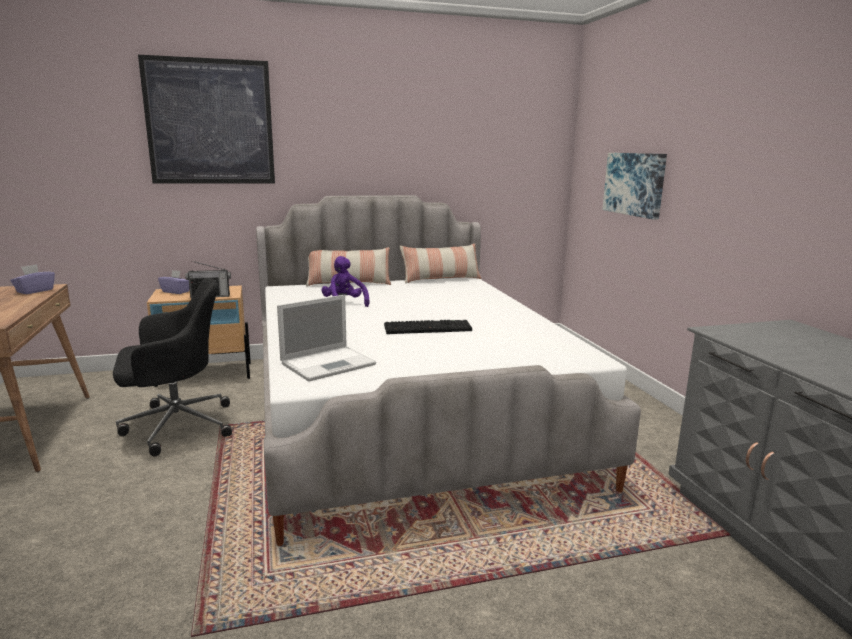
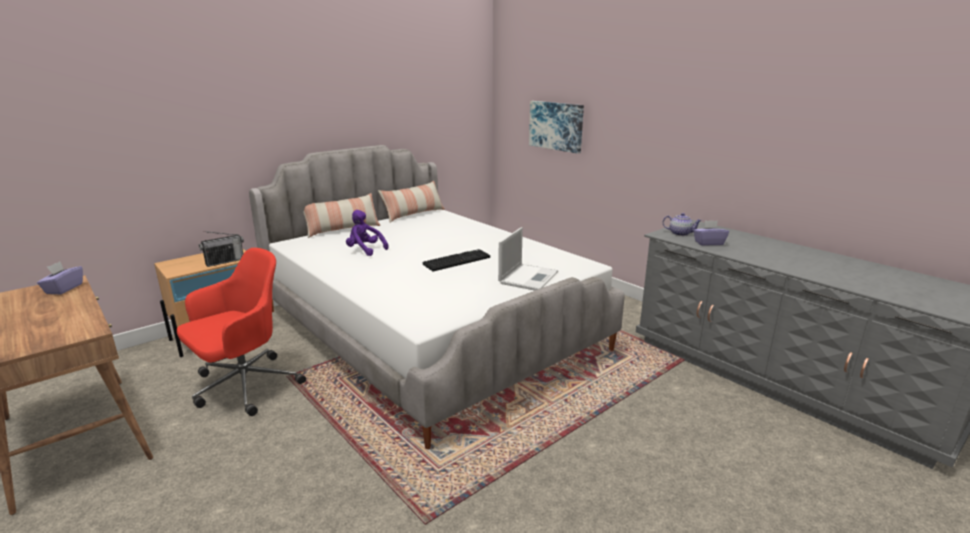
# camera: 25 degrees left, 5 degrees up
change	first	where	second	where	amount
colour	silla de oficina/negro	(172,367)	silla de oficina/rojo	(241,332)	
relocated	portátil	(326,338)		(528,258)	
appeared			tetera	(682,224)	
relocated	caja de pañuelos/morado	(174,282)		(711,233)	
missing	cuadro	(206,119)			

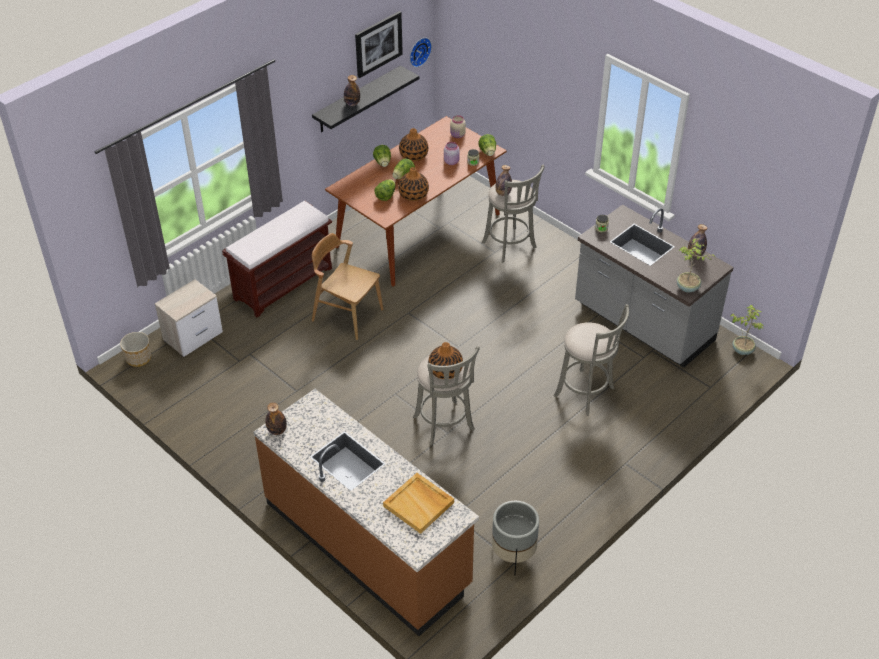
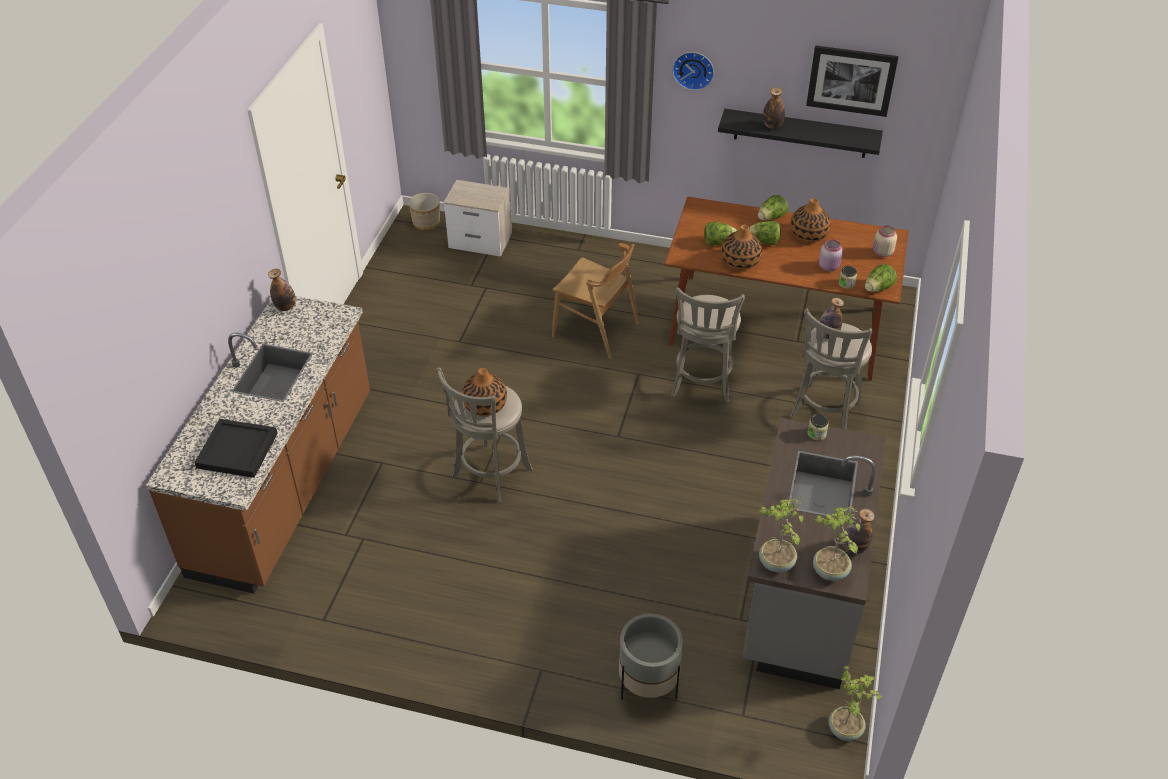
# camera: 60 degrees right, 0 degrees up
change	first	where	second	where	amount
colour	bandeja/beis	(418,503)	bandeja/negro	(236,448)	
spun	silla/marrón	(347,286)		(595,301)	120 degrees clockwise
relocated	maceta/gris	(515,538)		(651,657)	
relocated	taburete/gris	(591,360)		(708,345)	
relocated	reloj de pared	(421,52)		(693,71)	
appeared			planta en maceta	(836,543)	
missing	banco/marrón	(277,259)			

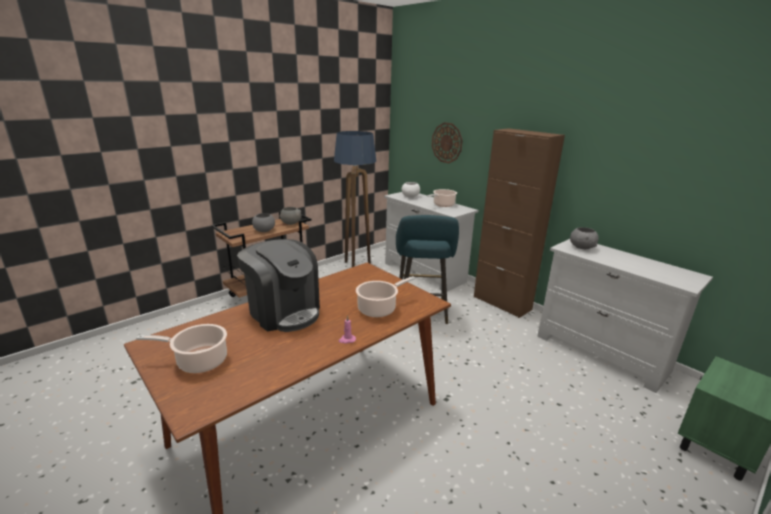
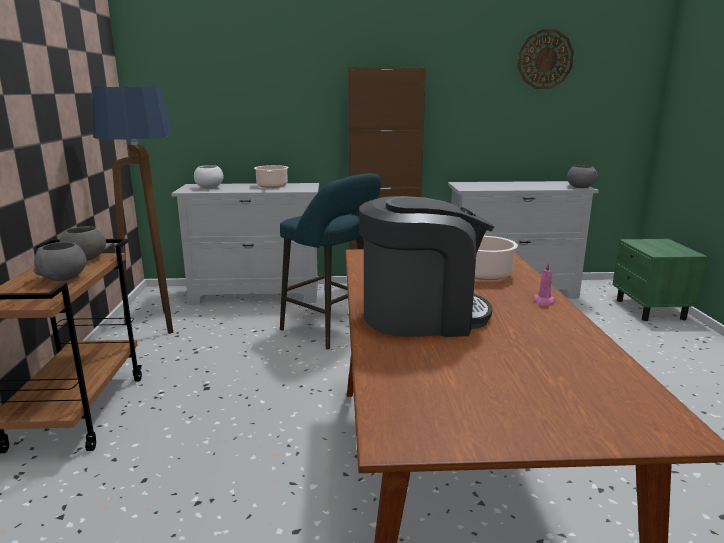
# camera: 50 degrees left, 5 degrees down
change	first	where	second	where	amount
relocated	reloj de pared	(447,142)		(546,59)	
relocated	cuenco/gris	(584,238)		(582,176)	
missing	olla	(181,348)			

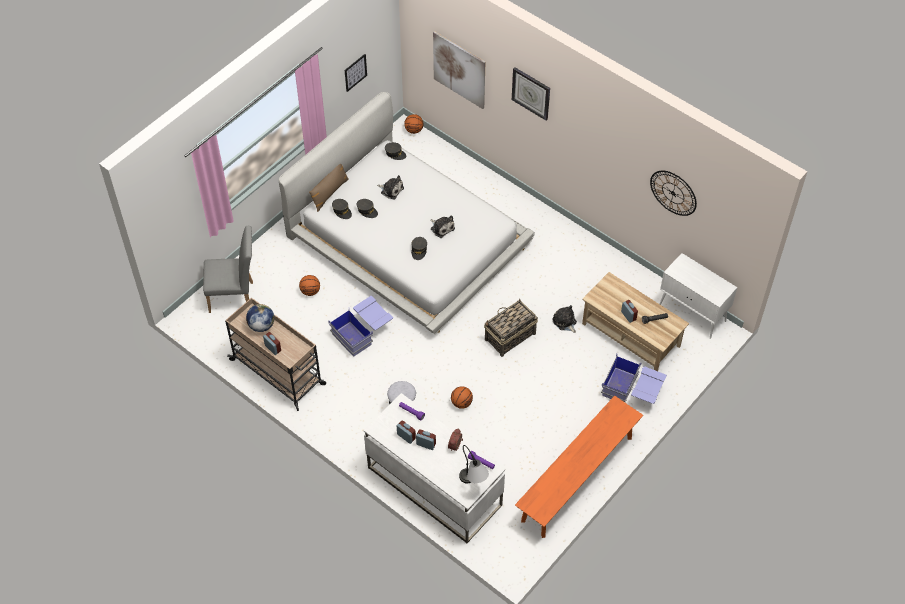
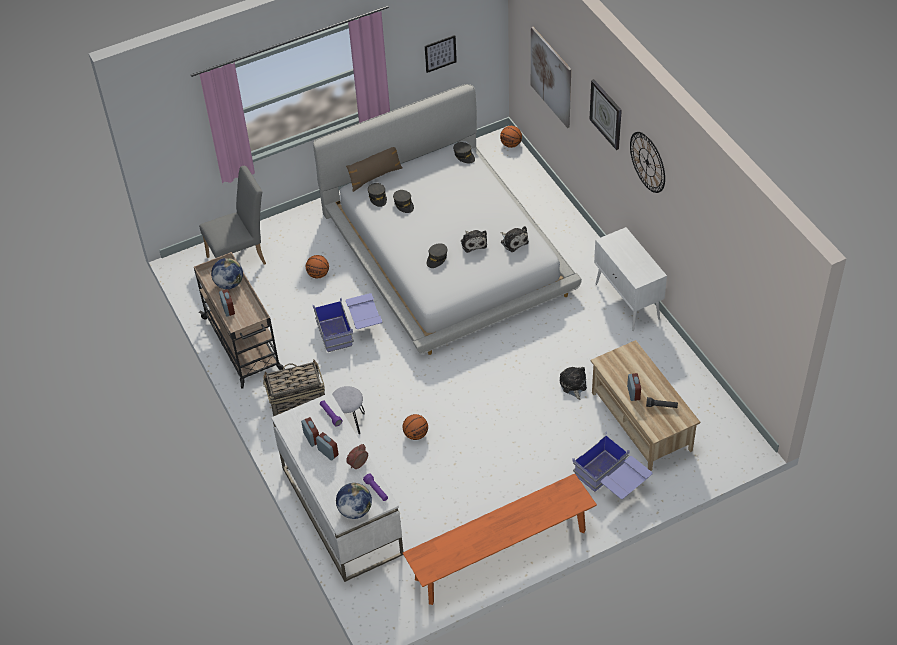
# camera: 25 degrees right, 5 degrees down
change	first	where	second	where	amount
spun	silla/gris	(228,269)		(232,215)	45 degrees counterclockwise
relocated	cesta	(511,328)		(294,388)	
exchanged	lámpara de mesa	(474,464)	globo terráqueo	(354,501)	
relocated	peluche	(390,187)		(514,239)	
relocated	armario/blanco	(698,296)		(630,279)	
relocated	reloj de pared	(673,193)		(647,162)	

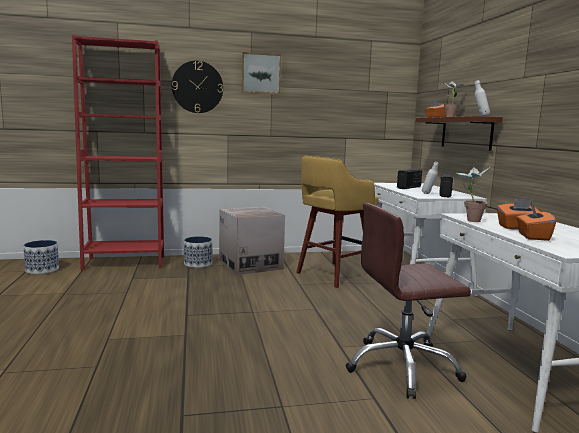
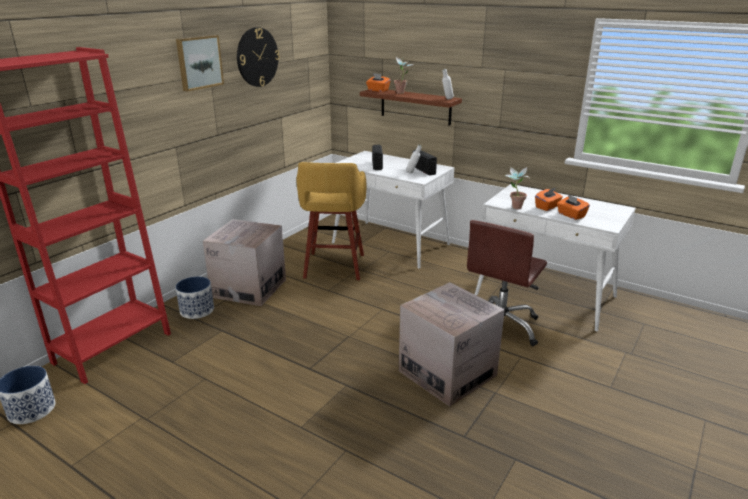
# camera: 45 degrees left, 15 degrees up
change	first	where	second	where	amount
relocated	reloj de pared	(197,87)		(258,57)	
appeared			caja de cartón	(452,344)	

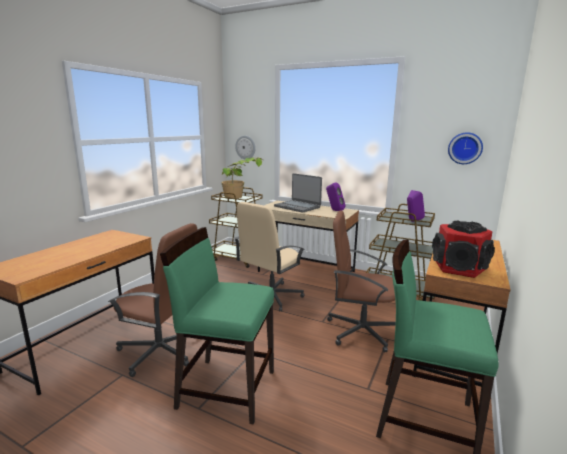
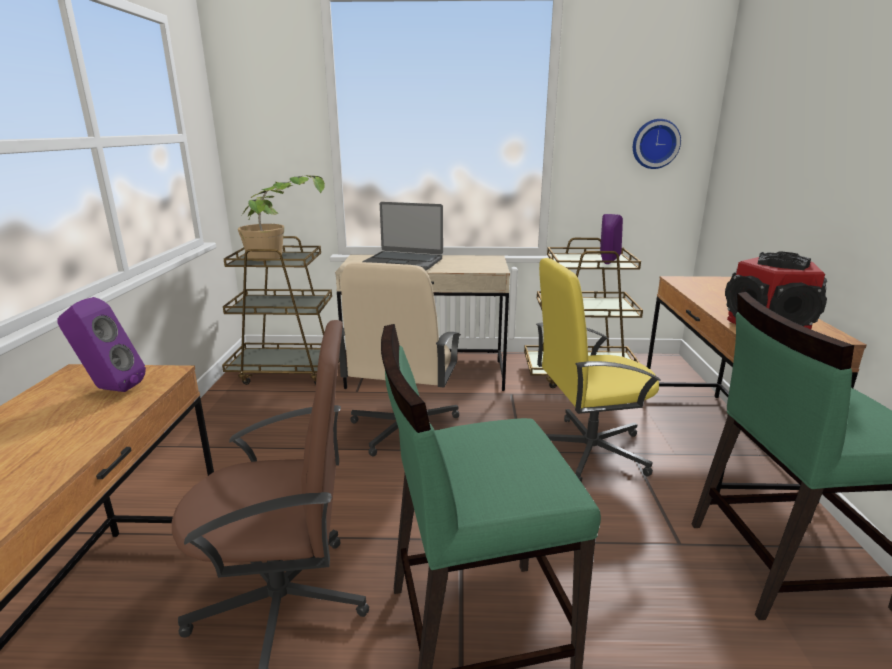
# camera: 25 degrees left, 5 degrees up
change	first	where	second	where	amount
relocated	altavoz/morado	(336,196)		(101,344)	
colour	silla de oficina/marrón	(361,281)	silla de oficina/amarillo	(598,370)	
missing	reloj de pared	(245,147)			

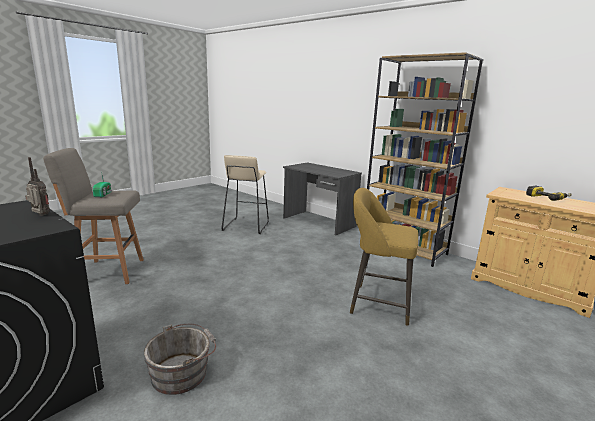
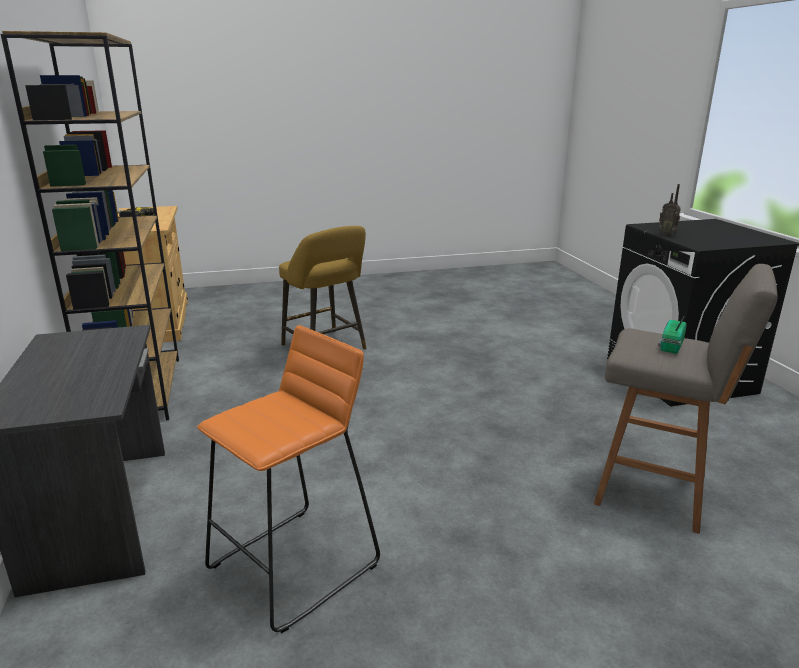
# camera: 145 degrees left, 5 degrees up
change	first	where	second	where	amount
colour	taburete/beis	(245,194)	taburete/naranja	(288,479)	
missing	cubo/gris	(180,359)			

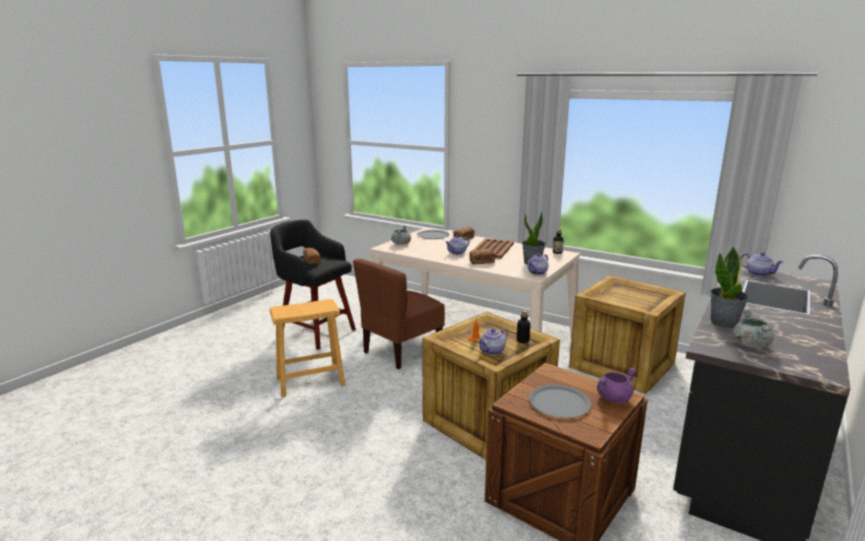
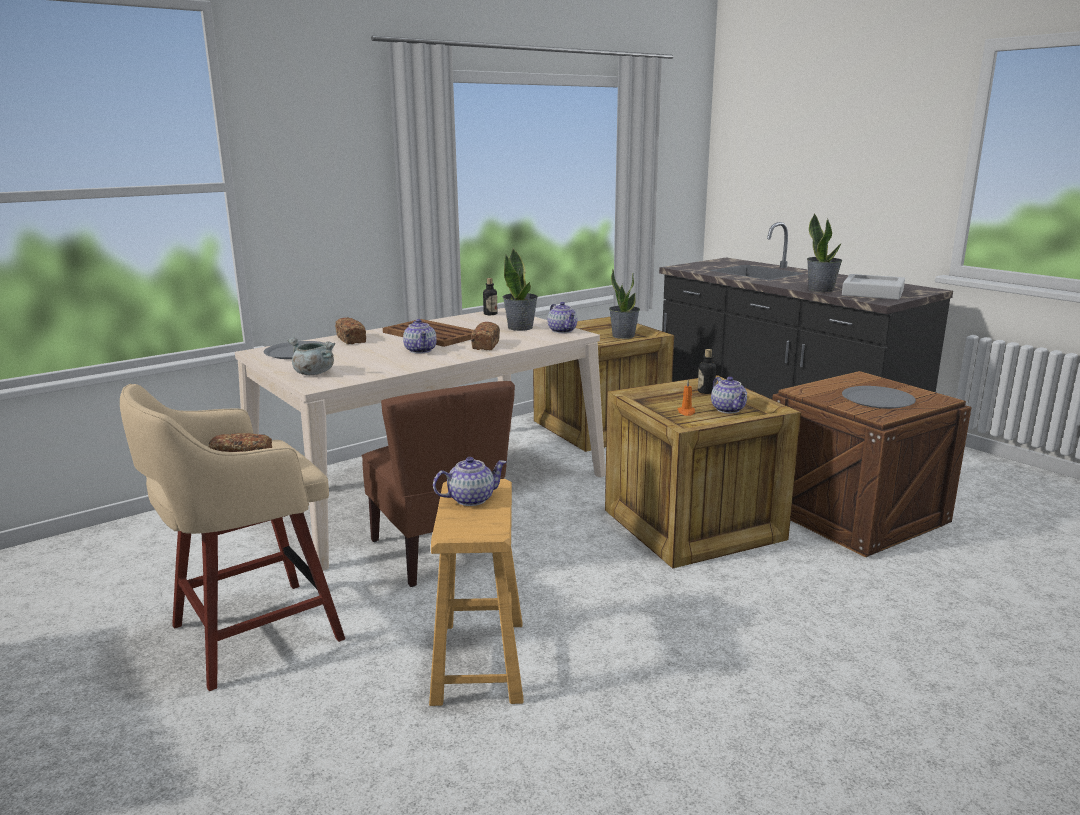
# camera: 70 degrees left, 0 degrees up
change	first	where	second	where	amount
colour	taburete/negro	(313,285)	taburete/beis	(232,537)	
relocated	tetera	(761,264)		(470,481)	
appeared			planta en maceta	(624,304)	
exchanged	olla/gris	(753,328)	bandeja/gris	(873,287)	
missing	olla/morado	(617,385)			

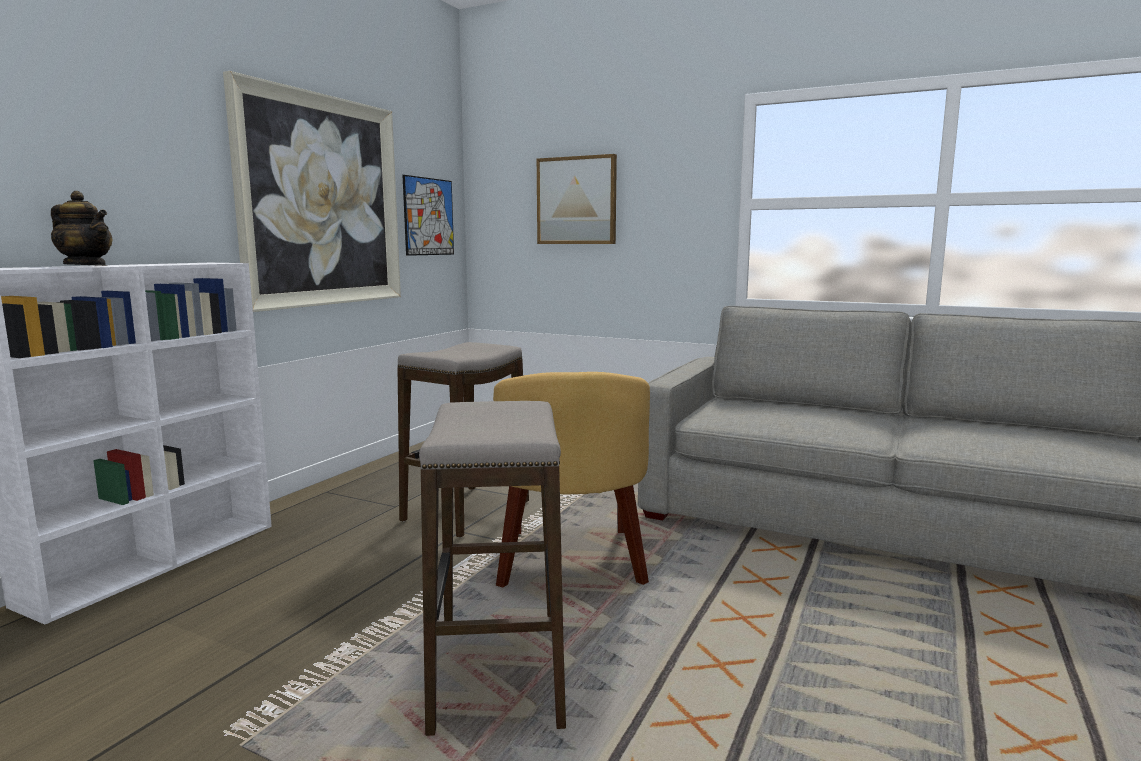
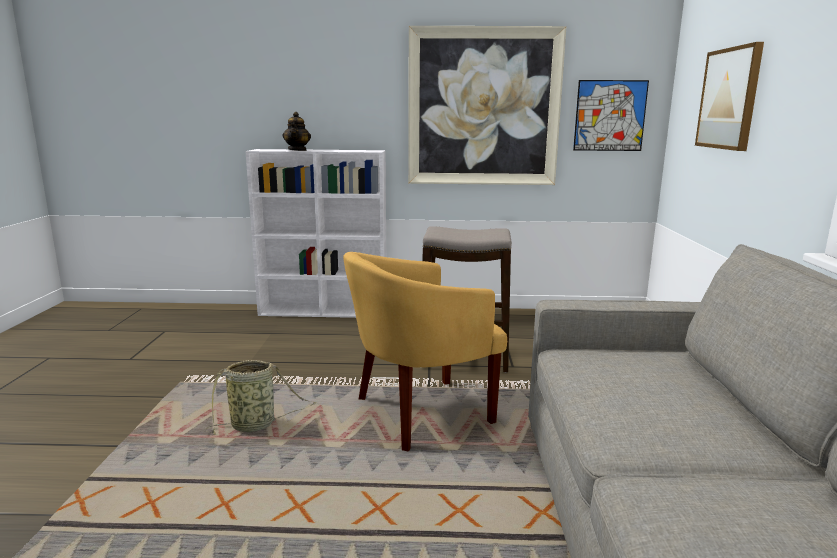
# camera: 65 degrees right, 5 degrees up
change	first	where	second	where	amount
exchanged	taburete	(492,568)	cesta	(261,397)	

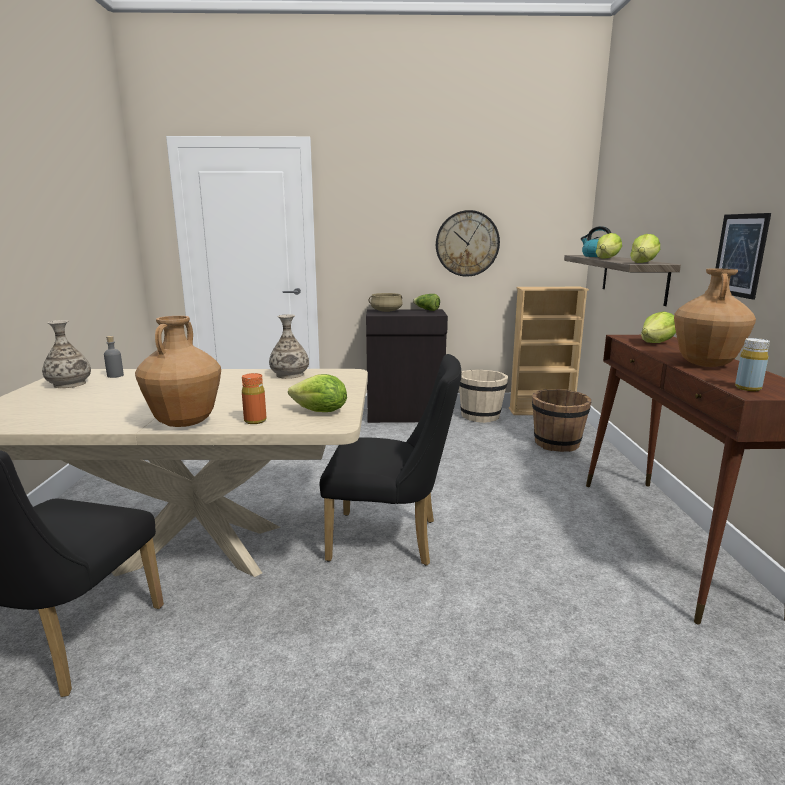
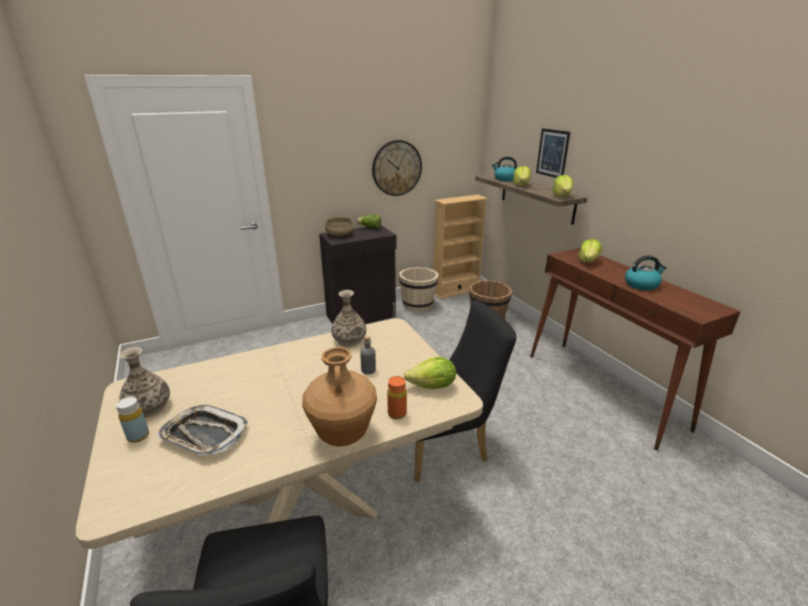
# camera: 25 degrees left, 10 degrees up
change	first	where	second	where	amount
relocated	botella/amarillo	(752,364)		(132,419)	
appeared			bandeja	(202,430)	
relocated	botella/gris	(114,357)		(368,354)	
relocated	cuadro	(743,256)		(553,153)	
exchanged	florero/marrón	(715,317)	hervidor	(646,272)	

